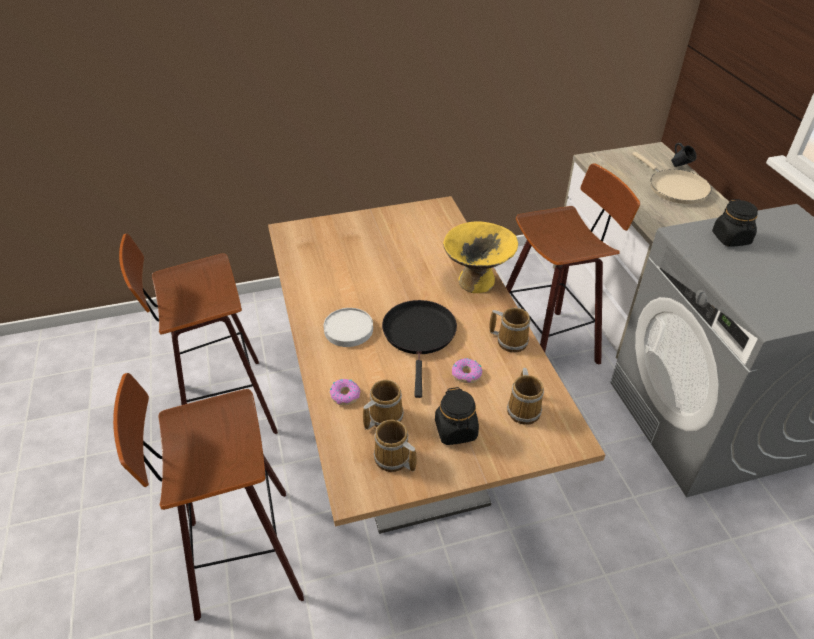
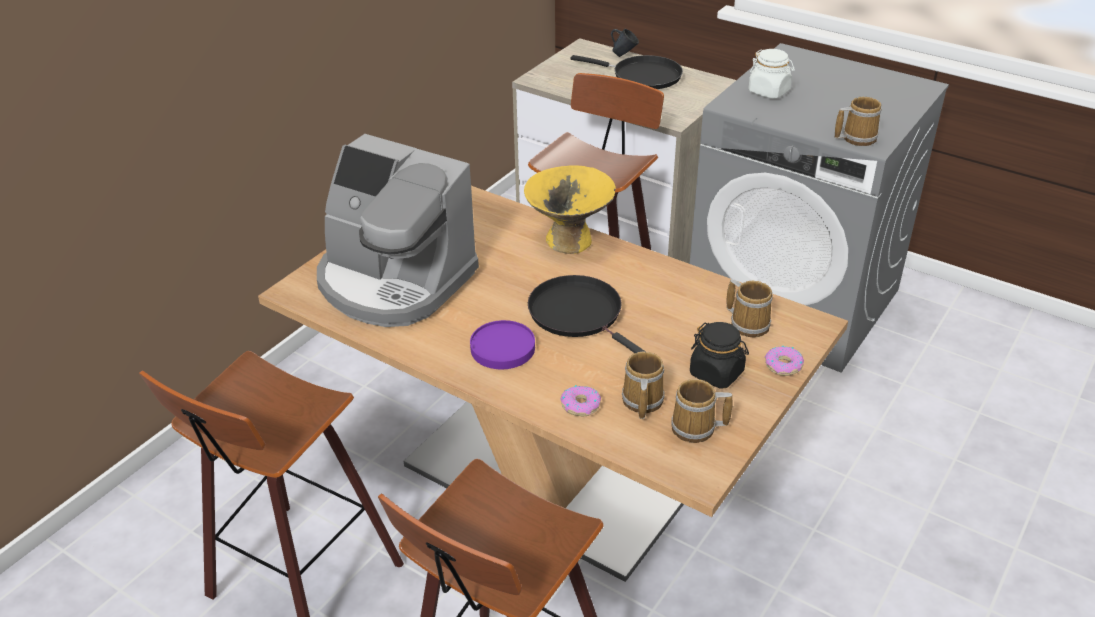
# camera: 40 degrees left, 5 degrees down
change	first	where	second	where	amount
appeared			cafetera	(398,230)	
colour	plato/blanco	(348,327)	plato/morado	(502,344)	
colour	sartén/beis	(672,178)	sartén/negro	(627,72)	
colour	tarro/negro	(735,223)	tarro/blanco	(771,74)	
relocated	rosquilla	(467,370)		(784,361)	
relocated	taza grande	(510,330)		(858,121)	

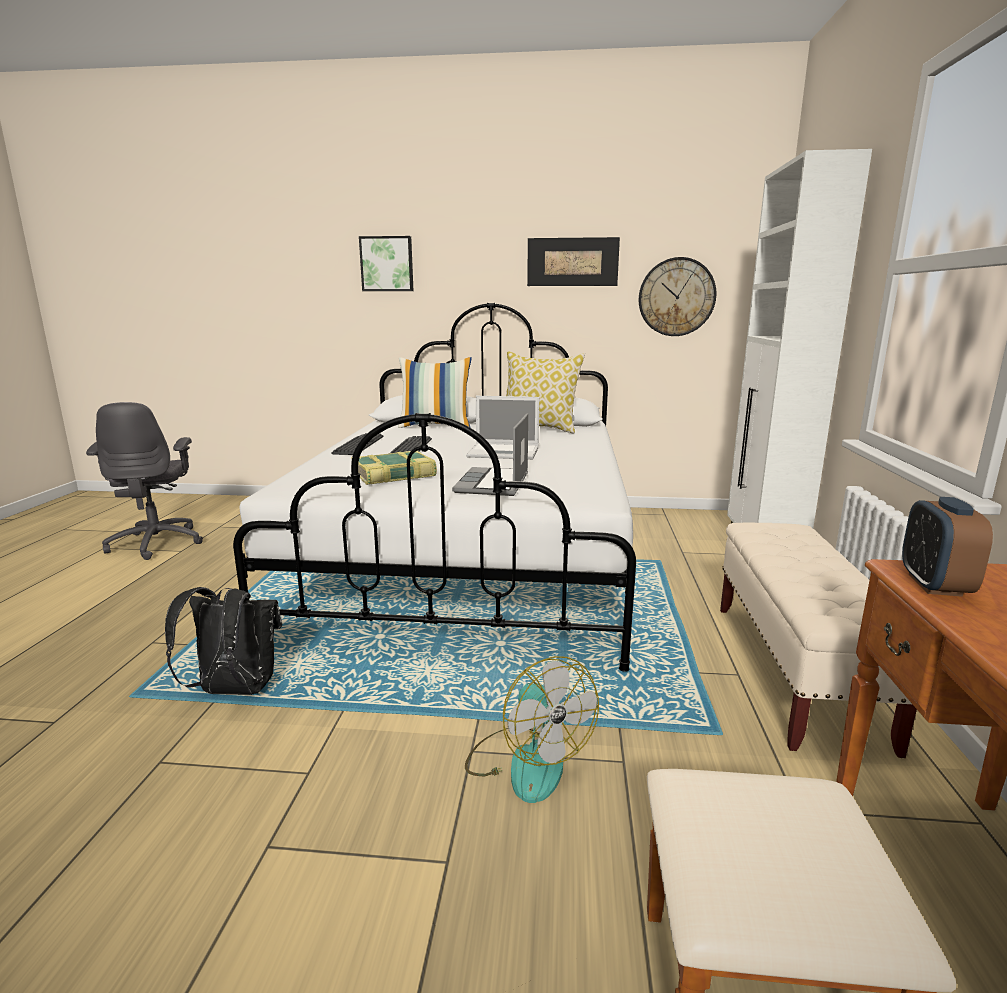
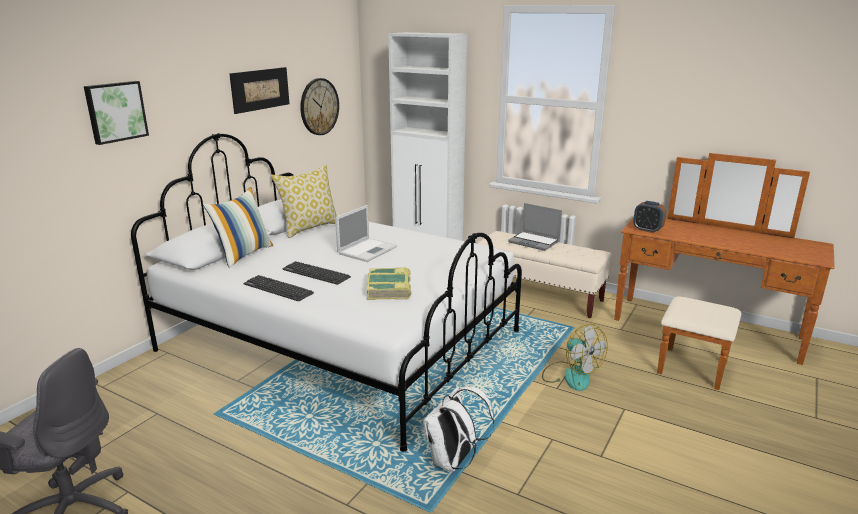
# camera: 65 degrees left, 5 degrees up
change	first	where	second	where	amount
colour	mochila/negro	(223,641)	mochila/blanco	(458,429)	
relocated	portátil	(490,455)		(535,227)	
spun	ventilador	(532,729)		(575,357)	60 degrees clockwise

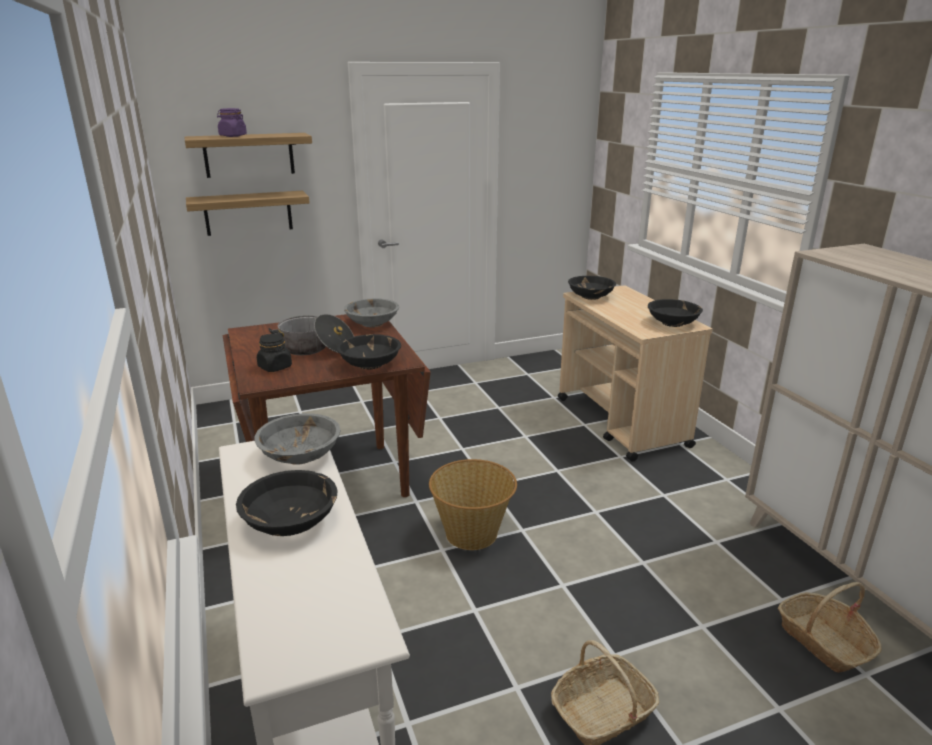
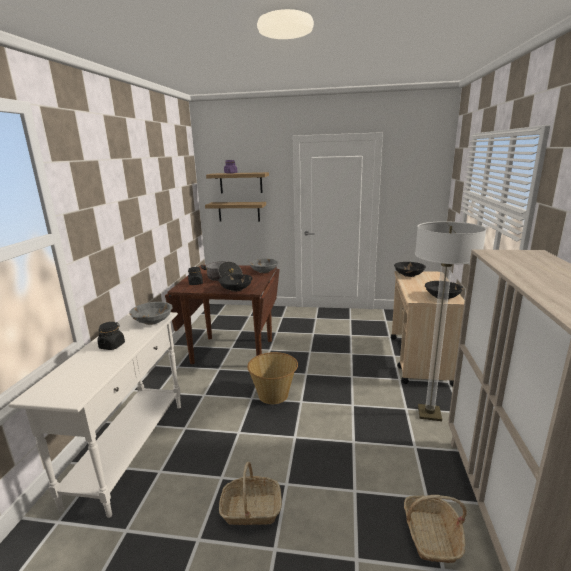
# camera: 30 degrees right, 5 degrees down
change	first	where	second	where	amount
exchanged	cuenco/negro	(286,503)	tarro/negro	(111,336)	
appeared			lámpara de pie	(451,321)	

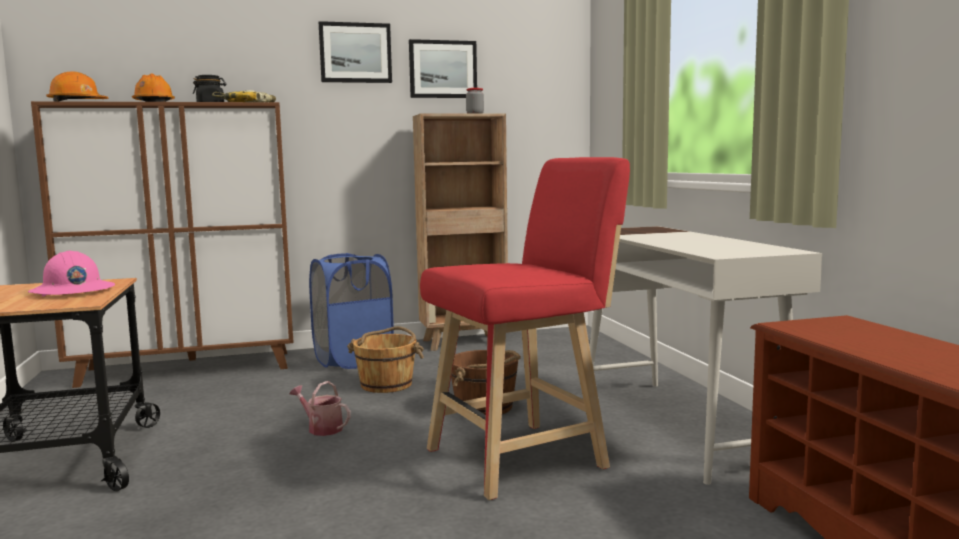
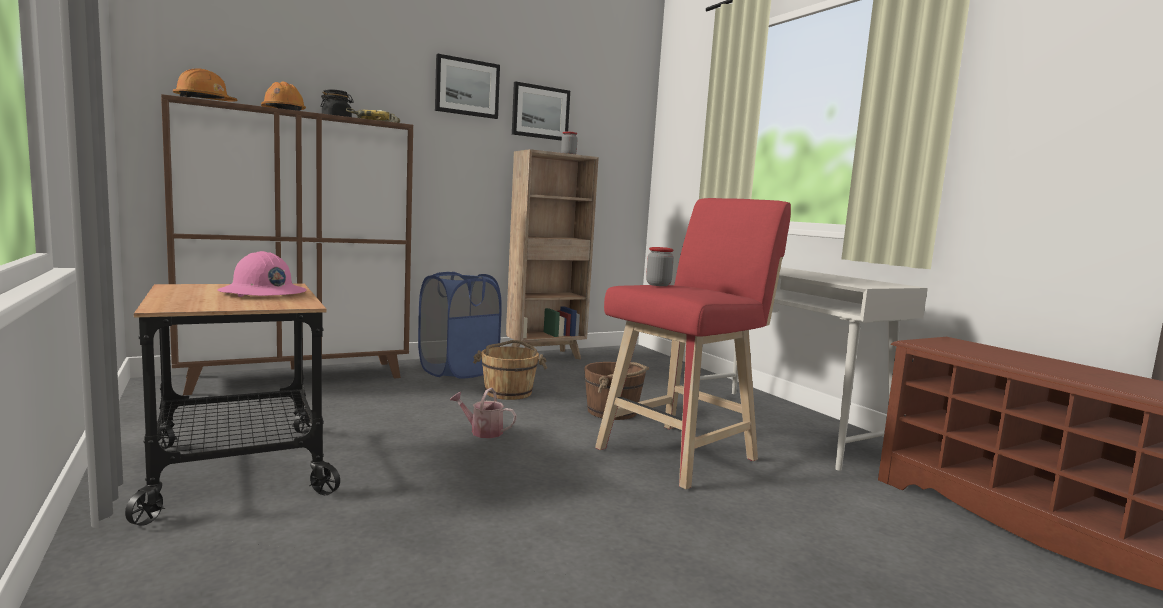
# camera: 15 degrees left, 0 degrees up
change	first	where	second	where	amount
appeared			tarro	(660,266)	

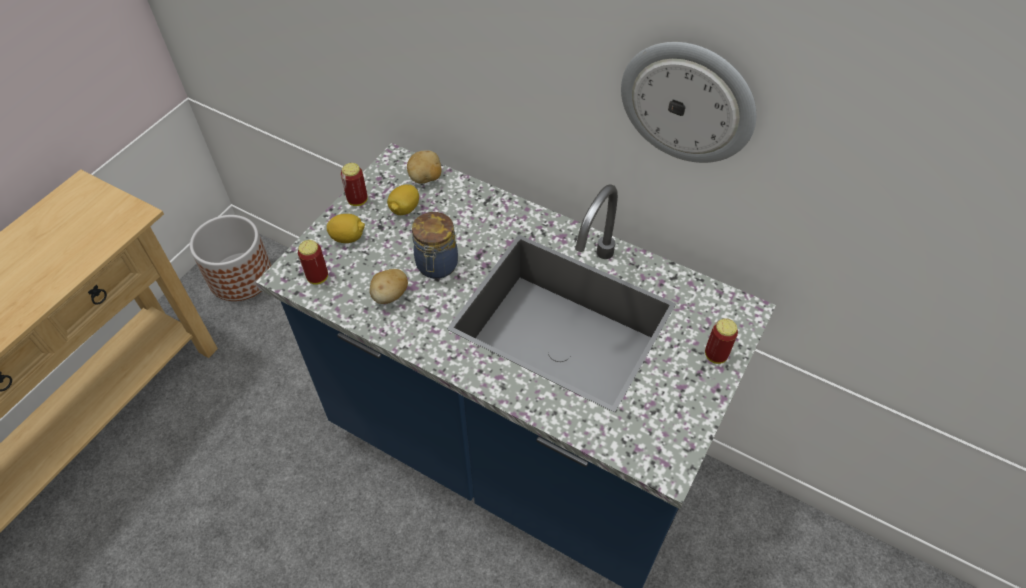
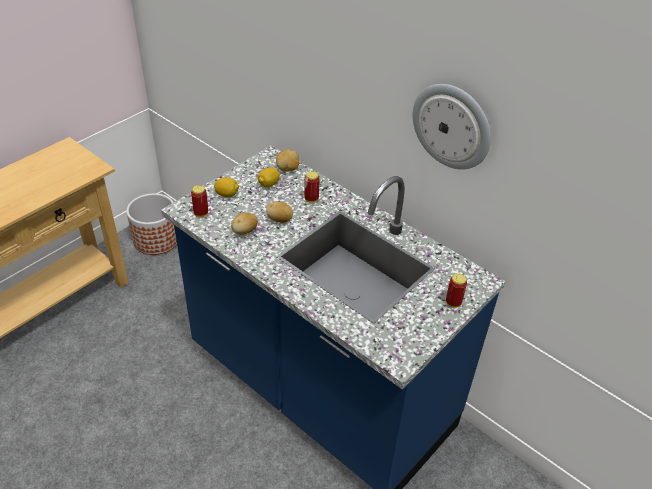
# camera: 10 degrees right, 10 degrees down
change	first	where	second	where	amount
exchanged	tarro	(435,245)	patata	(279,212)	
relocated	lata	(354,184)		(312,187)	

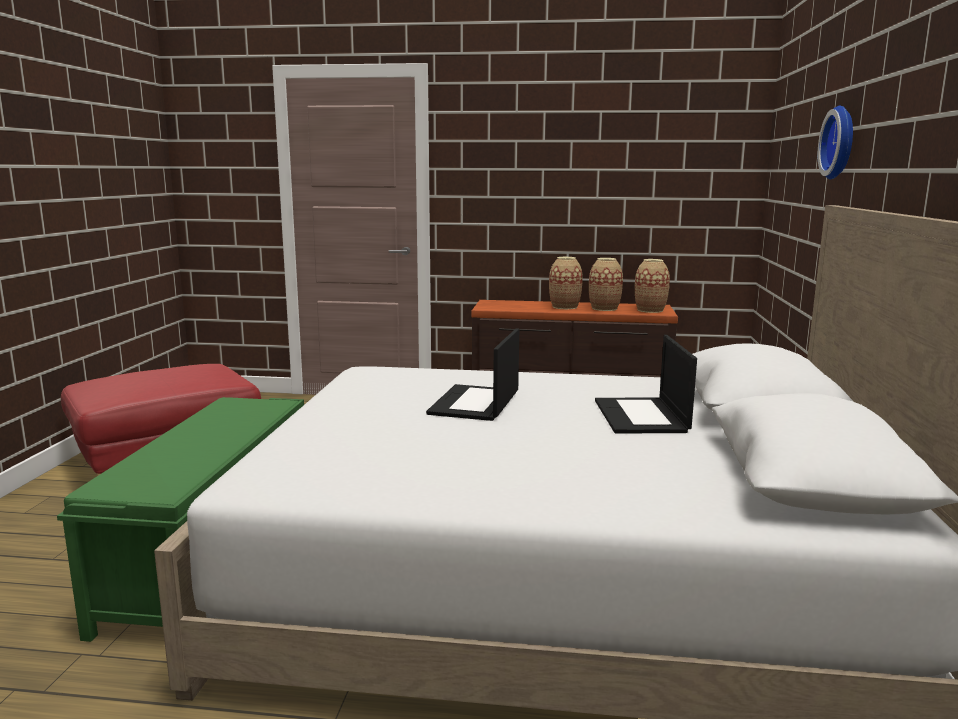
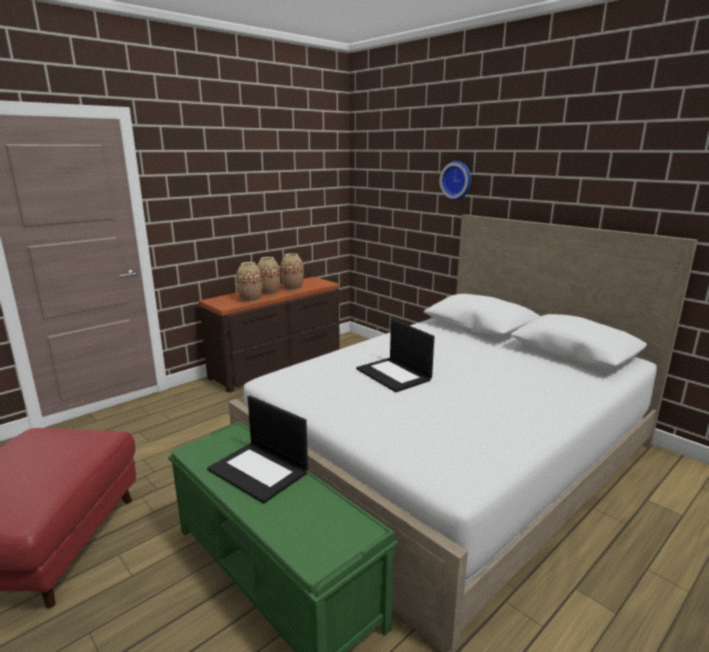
# camera: 50 degrees left, 5 degrees up
change	first	where	second	where	amount
relocated	portátil	(646,384)		(257,450)	
relocated	florero	(652,286)		(249,282)	

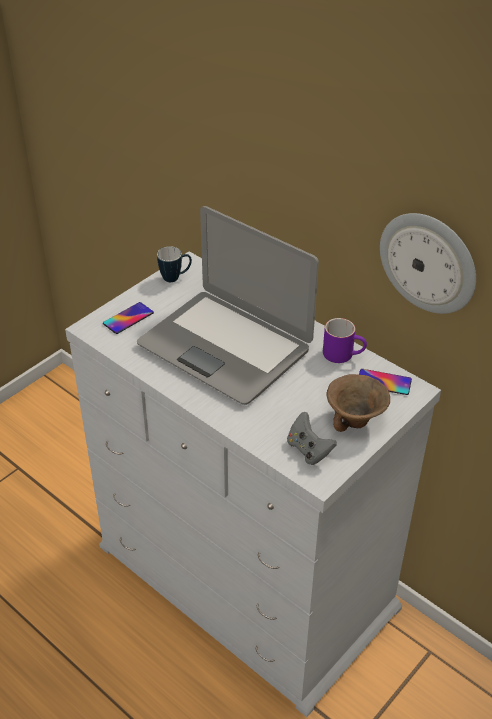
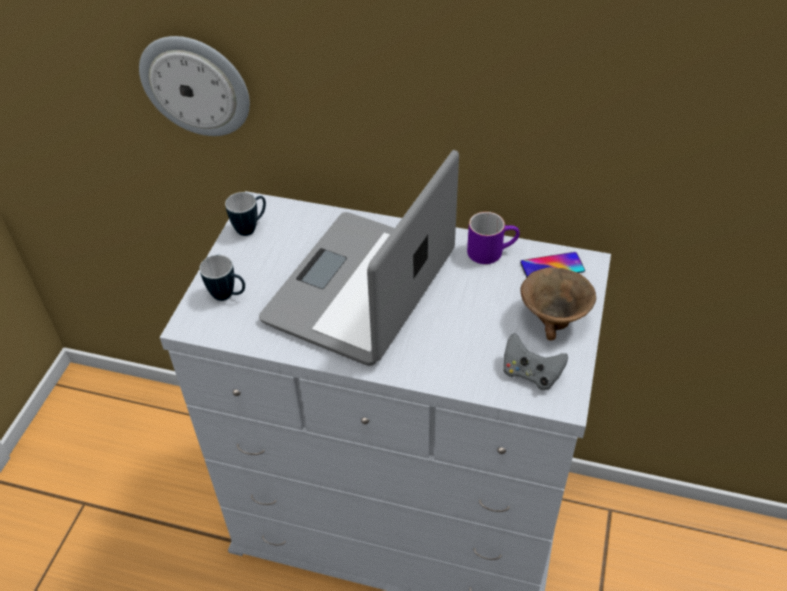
# camera: 25 degrees left, 5 degrees up
change	first	where	second	where	amount
relocated	reloj de pared	(428,263)		(194,86)	
exchanged	móvil	(128,318)	taza grande	(222,278)	
spun	portátil	(228,305)		(359,258)	105 degrees clockwise

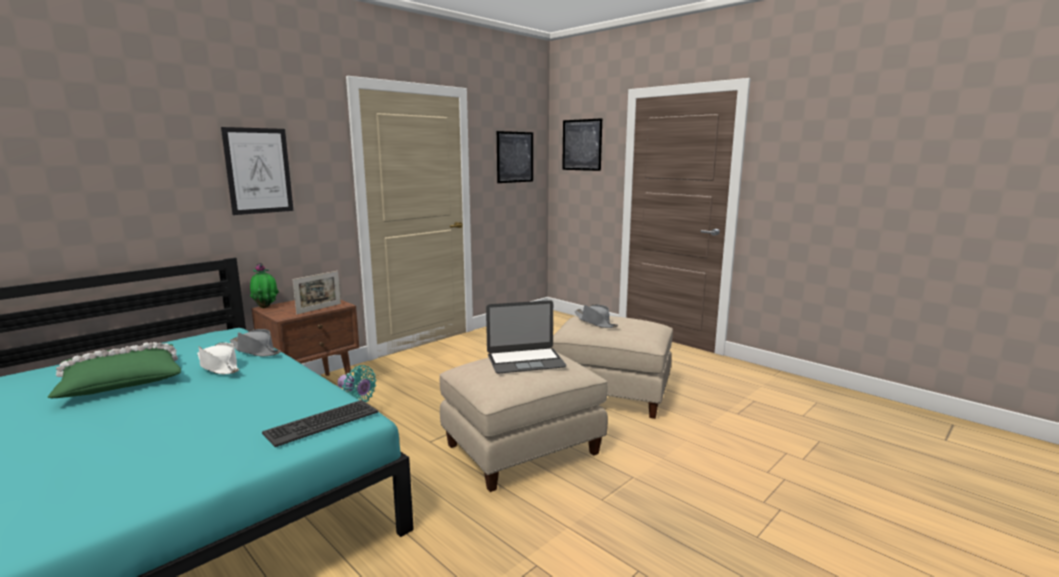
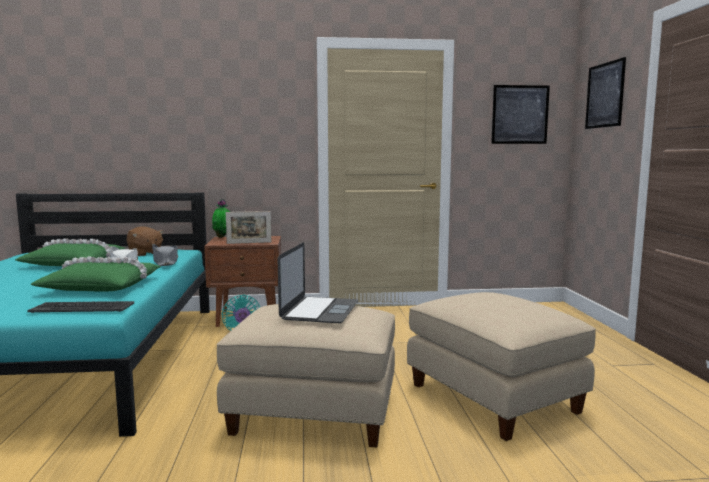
# camera: 40 degrees right, 5 degrees down
change	first	where	second	where	amount
appeared			cojín/verde	(95,274)	
appeared			peluche/marrón	(145,241)	
spun	portátil	(526,336)		(318,283)	105 degrees counterclockwise
missing	cuadro	(257,171)			
missing	sombrero/gris	(596,316)			

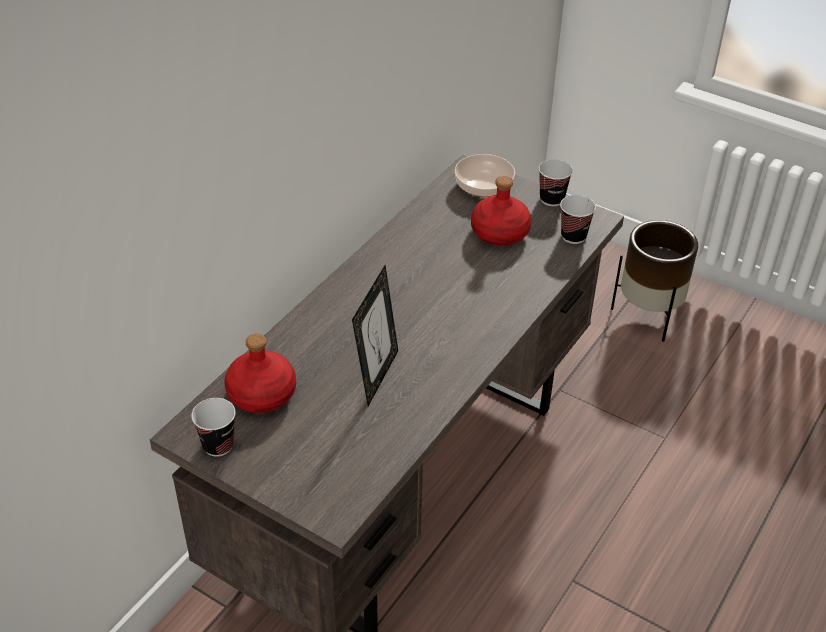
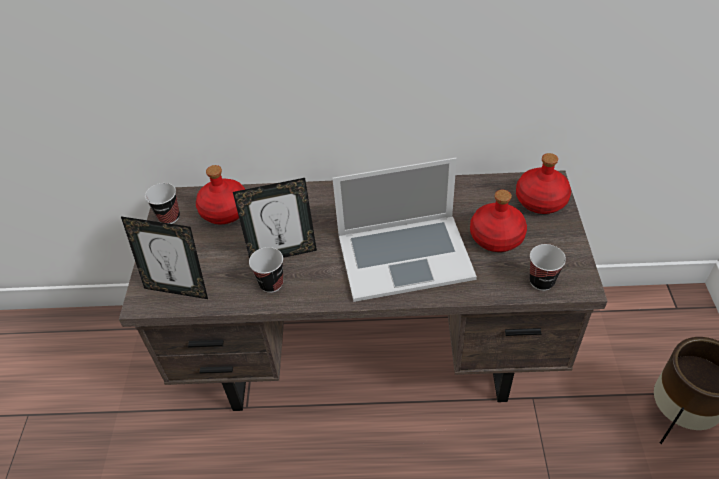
# camera: 60 degrees right, 5 degrees up
change	first	where	second	where	amount
appeared			portarretratos	(164,258)	
relocated	taza	(556,182)		(266,270)	
appeared			portátil	(404,230)	
exchanged	cuenco	(485,175)	botella/rojo	(543,183)	

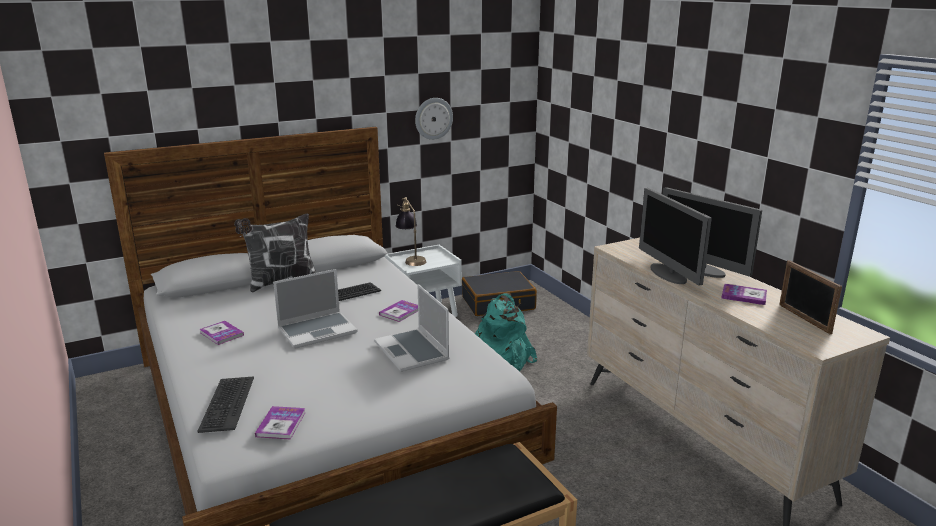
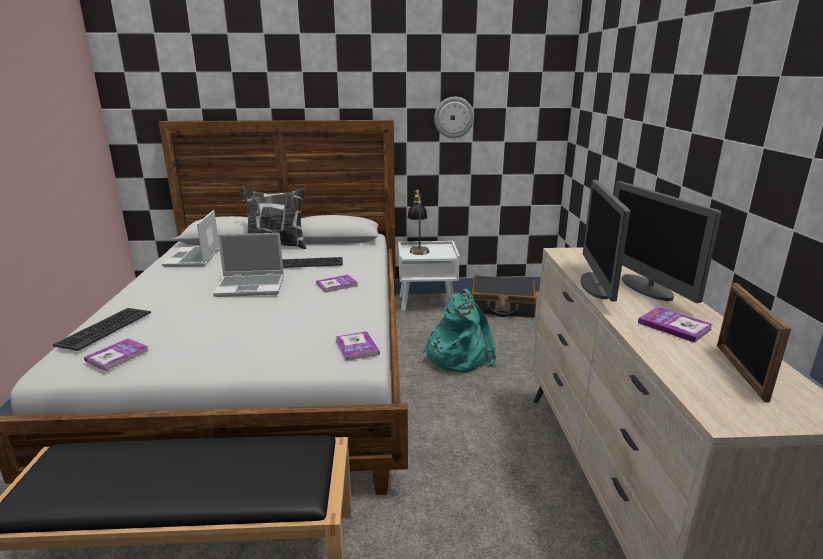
# camera: 25 degrees right, 0 degrees up
change	first	where	second	where	amount
relocated	portátil	(412,328)		(190,238)	
relocated	libro	(221,333)		(358,346)	

